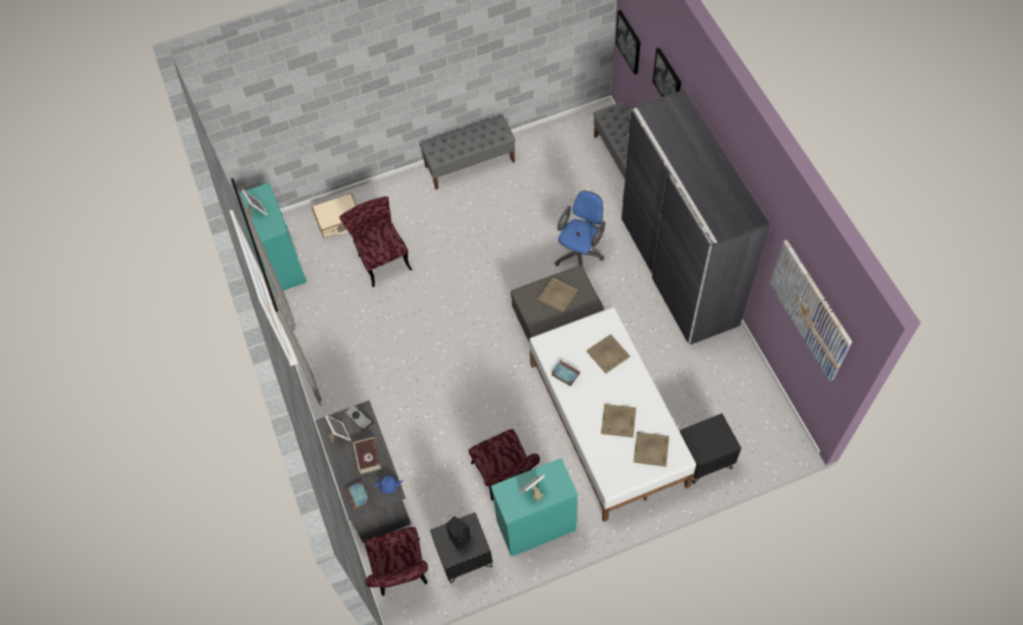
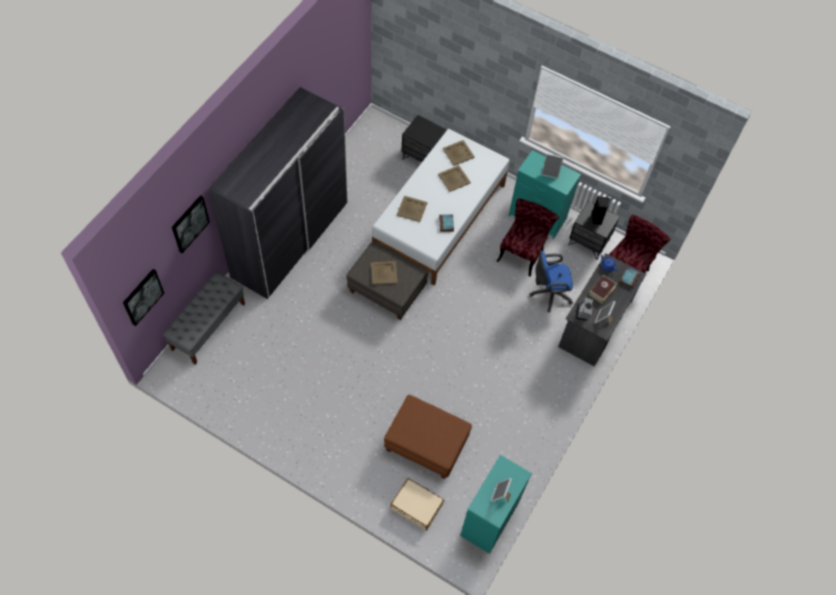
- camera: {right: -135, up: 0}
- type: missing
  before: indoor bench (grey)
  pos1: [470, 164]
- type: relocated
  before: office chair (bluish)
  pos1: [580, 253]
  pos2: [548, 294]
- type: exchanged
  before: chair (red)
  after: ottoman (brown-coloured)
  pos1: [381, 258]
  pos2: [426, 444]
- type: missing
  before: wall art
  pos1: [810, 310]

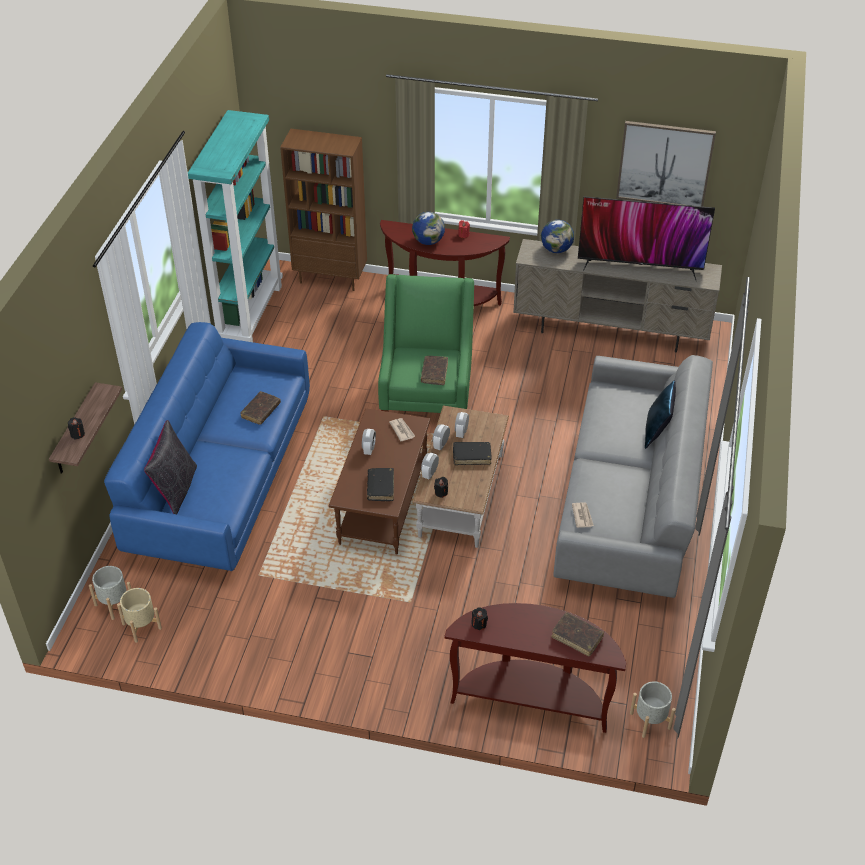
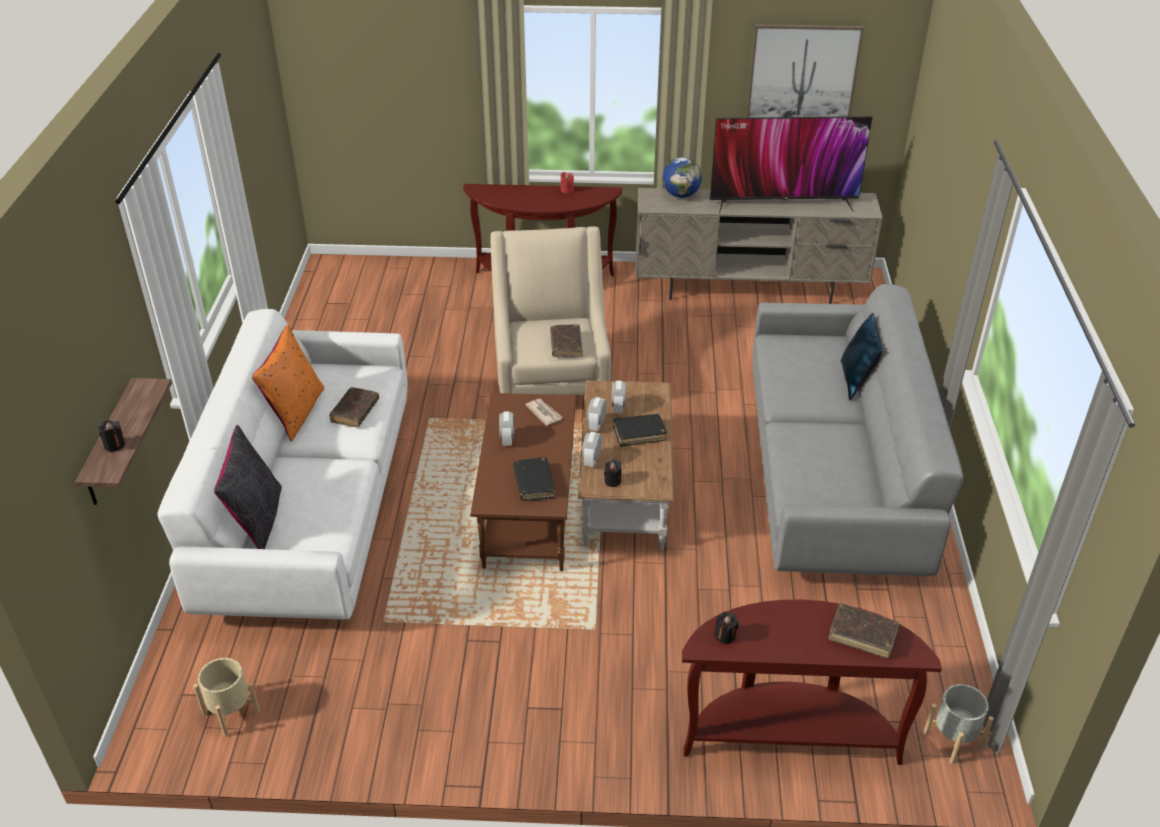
- camera: {right: -10, up: -5}
- type: missing
  before: bookshelf (blue-green)
  pos1: [249, 314]
- type: missing
  before: bookshelf (brown-coloured)
  pos1: [331, 278]
- type: missing
  before: desk globe
  pos1: [428, 241]
- type: colour
  before: easy chair (green-coloured)
  after: easy chair (beige)
  pos1: [427, 394]
  pos2: [551, 379]
- type: colour
  before: couch (bluish)
  after: couch (white-coloured)
  pos1: [220, 479]
  pos2: [309, 507]
- type: missing
  before: printed paper
  pos1: [582, 516]
- type: missing
  before: plant pot (grey)
  pos1: [114, 604]
- type: appeared
  after: cushion (orange)
  pos2: [295, 412]

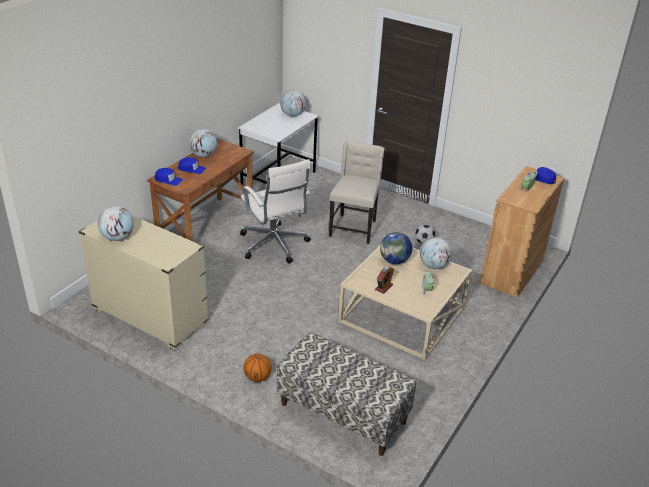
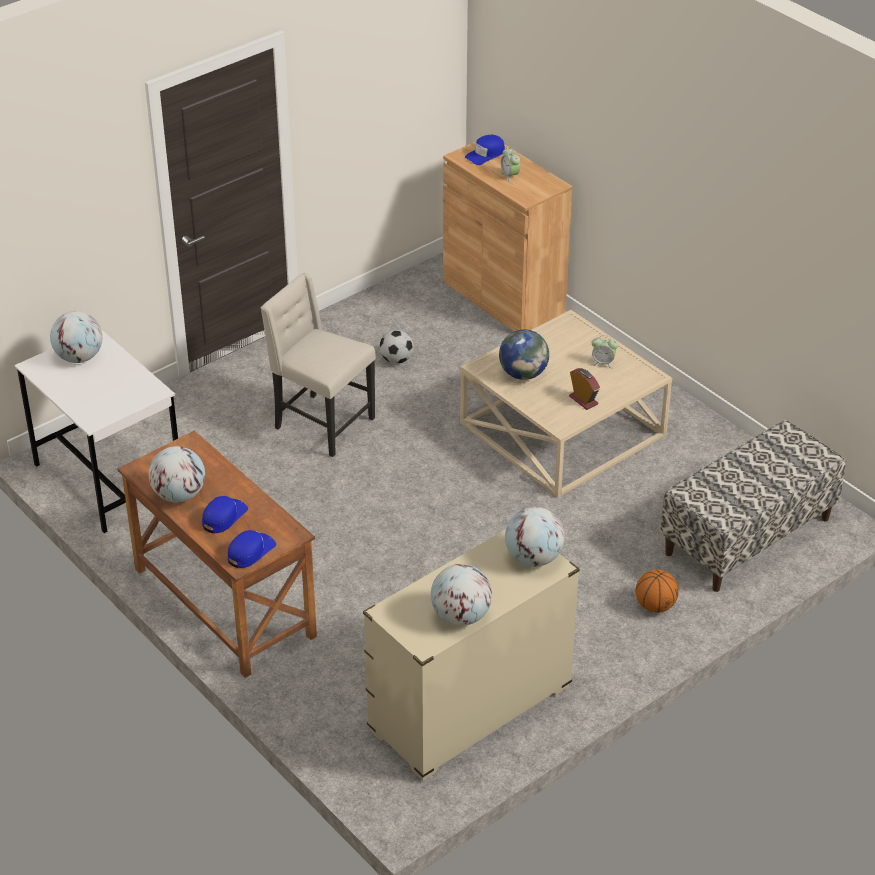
- camera: {right: -70, up: 5}
- type: missing
  before: office chair (white-coloured)
  pos1: [274, 245]
- type: relocated
  before: desk globe
  pos1: [433, 266]
  pos2: [533, 558]

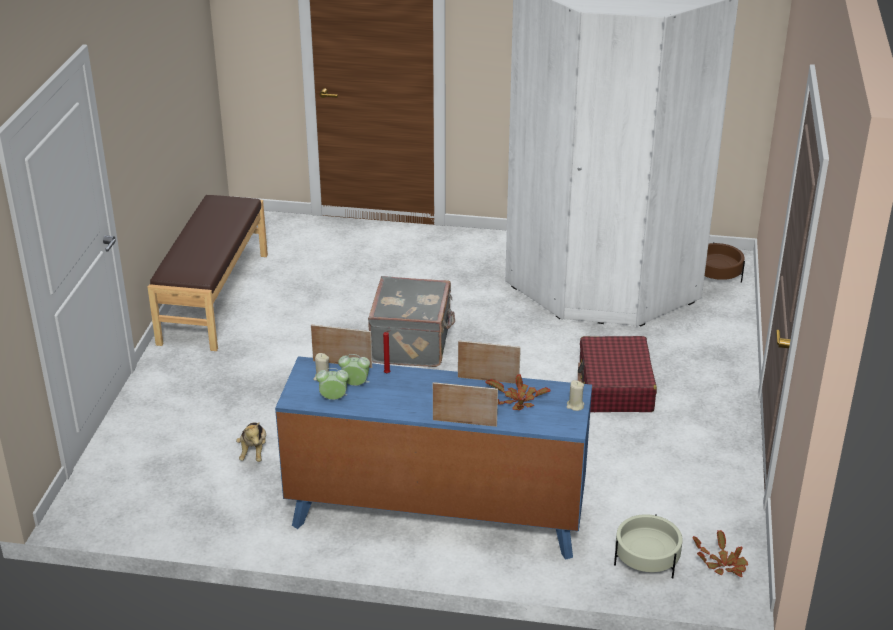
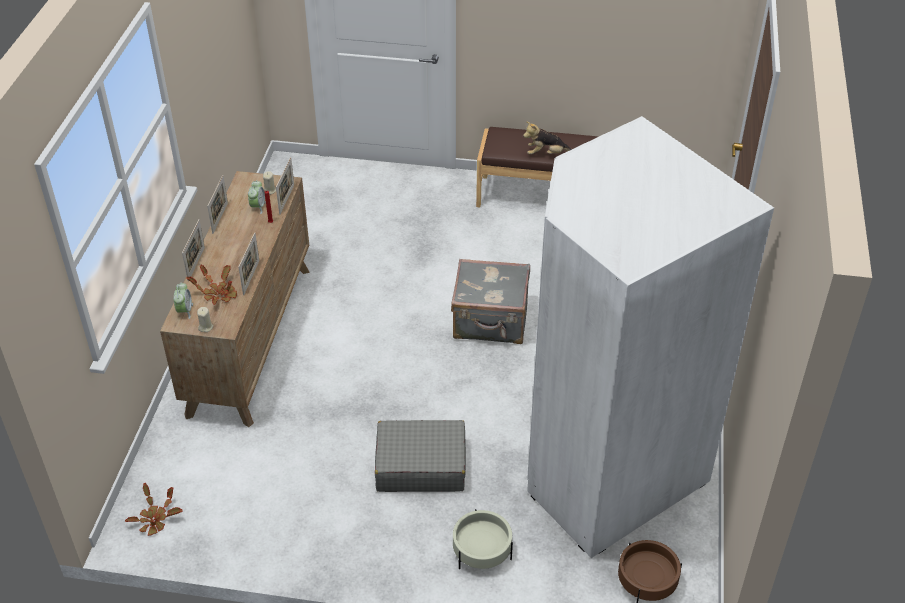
- camera: {right: 90, up: 10}
- type: colour
  before: suitcase (red)
  after: suitcase (grey)
  pos1: [615, 387]
  pos2: [420, 465]
- type: colour
  before: drawer chest (bluish)
  after: drawer chest (brown-coloured)
  pos1: [435, 515]
  pos2: [250, 338]
- type: relocated
  before: bedside clock
  pos1: [333, 398]
  pos2: [184, 311]
- type: relocated
  before: soft toy
  pos1: [253, 452]
  pos2: [546, 154]
- type: relocated
  before: plant pot (beige)
  pos1: [646, 560]
  pos2: [481, 551]
- type: appeared
  after: picture frame
  pos2: [220, 218]

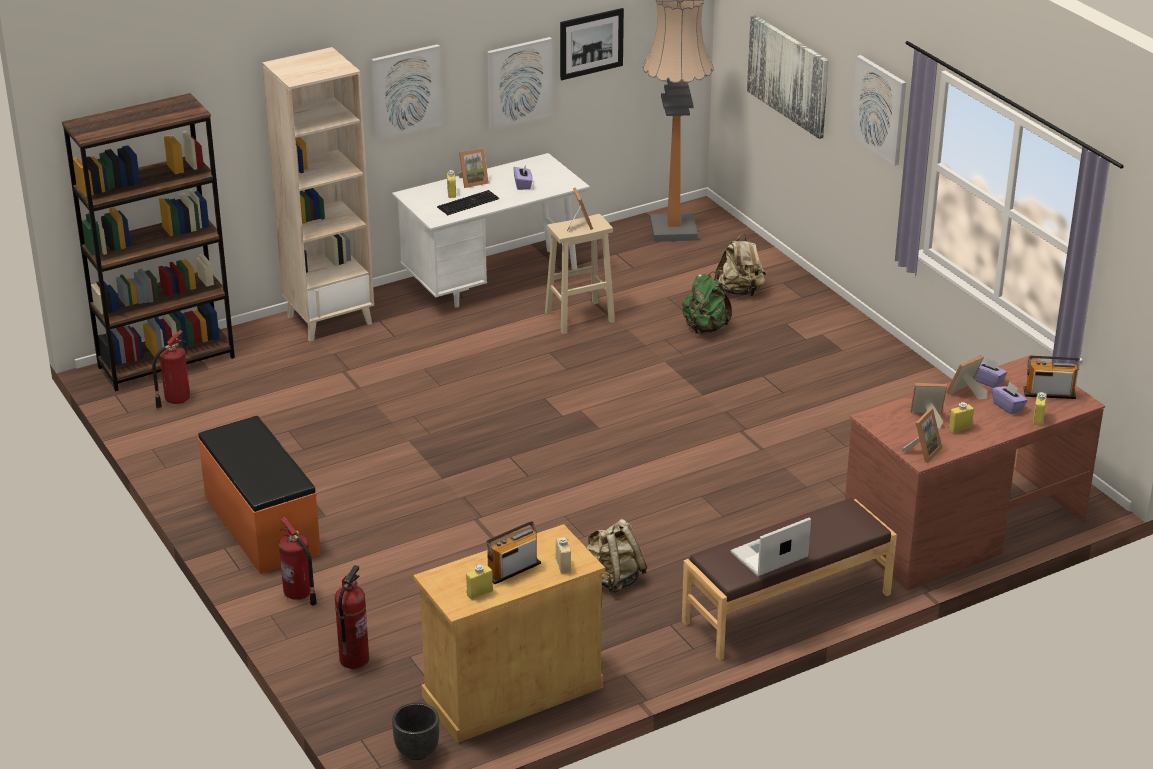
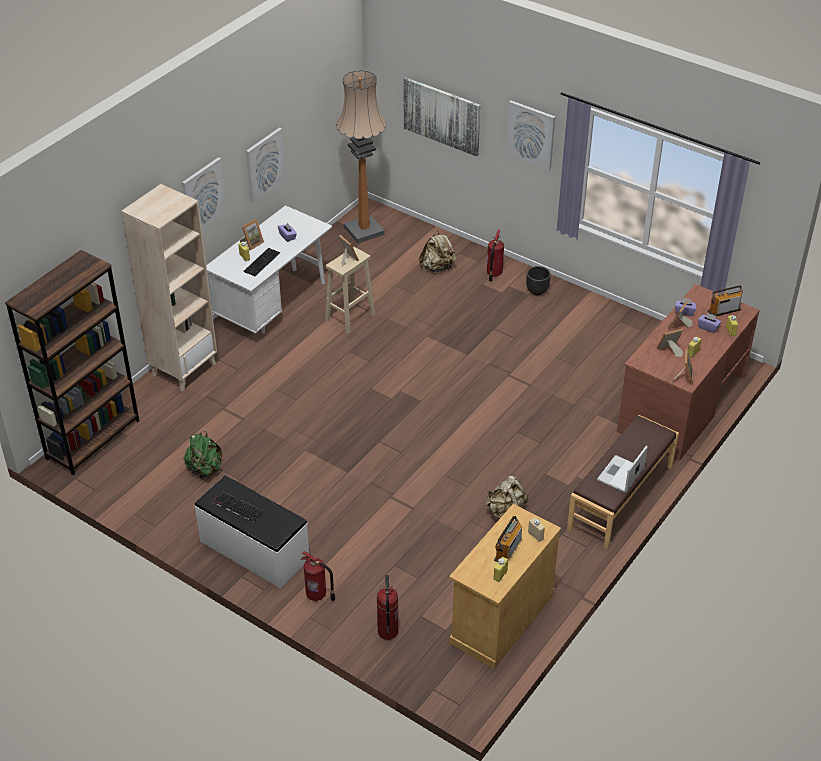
- camera: {right: -25, up: 10}
- type: missing
  before: wall art
  pos1: [591, 43]
- type: relocated
  before: knapsack (green-coloured)
  pos1: [705, 328]
  pos2: [204, 470]
- type: relocated
  before: fire extinguisher
  pos1: [175, 400]
  pos2: [493, 273]
- type: colour
  before: indoor bench (orange)
  after: indoor bench (white-coloured)
  pos1: [260, 526]
  pos2: [254, 550]
- type: relocated
  before: plant pot (black)
  pos1: [417, 751]
  pos2: [537, 291]
- type: appeared
  after: PC keyboard
  pos2: [236, 507]

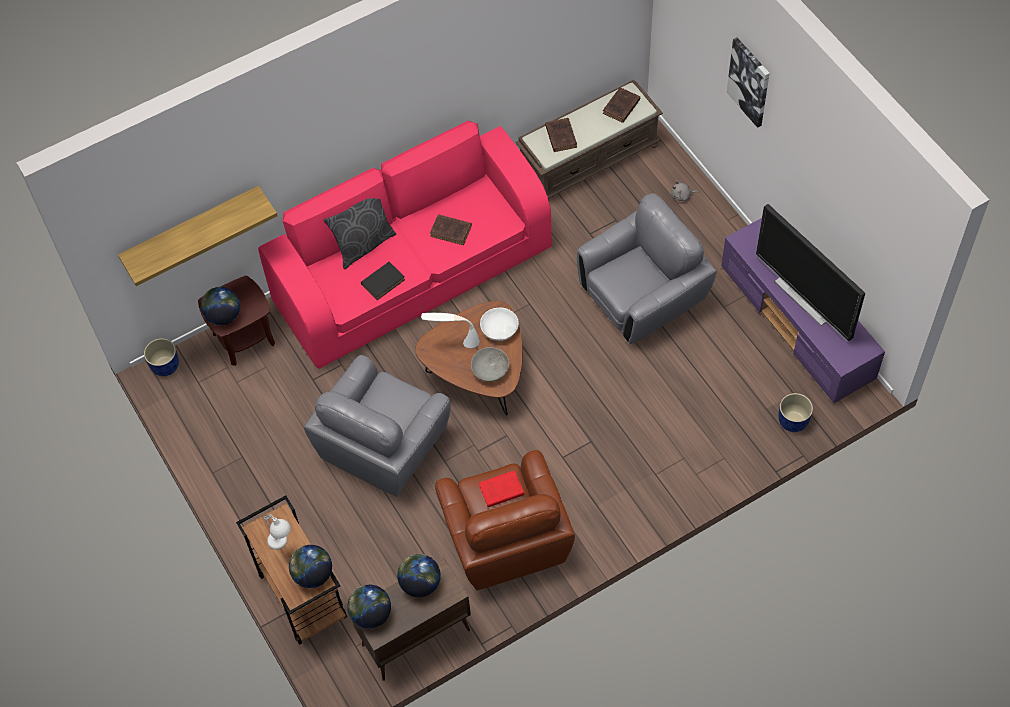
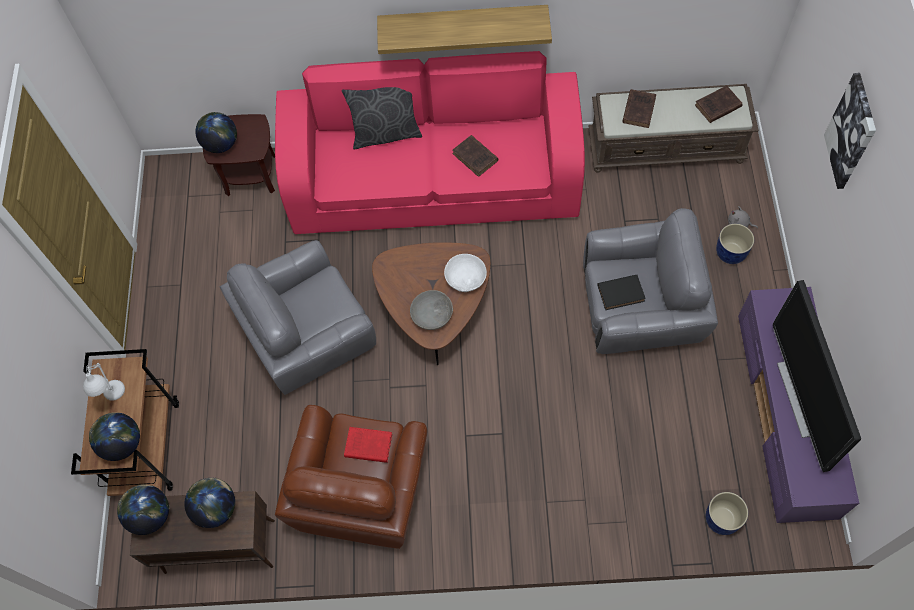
- camera: {right: 30, up: 5}
- type: relocated
  before: wall shelf
  pos1: [192, 228]
  pos2: [463, 22]
- type: relocated
  before: volume (black)
  pos1: [384, 281]
  pos2: [622, 293]
- type: missing
  before: tabletop lamp (white-coloured)
  pos1: [452, 344]
- type: relocated
  before: plant pot (bluish)
  pos1: [164, 366]
  pos2: [730, 252]

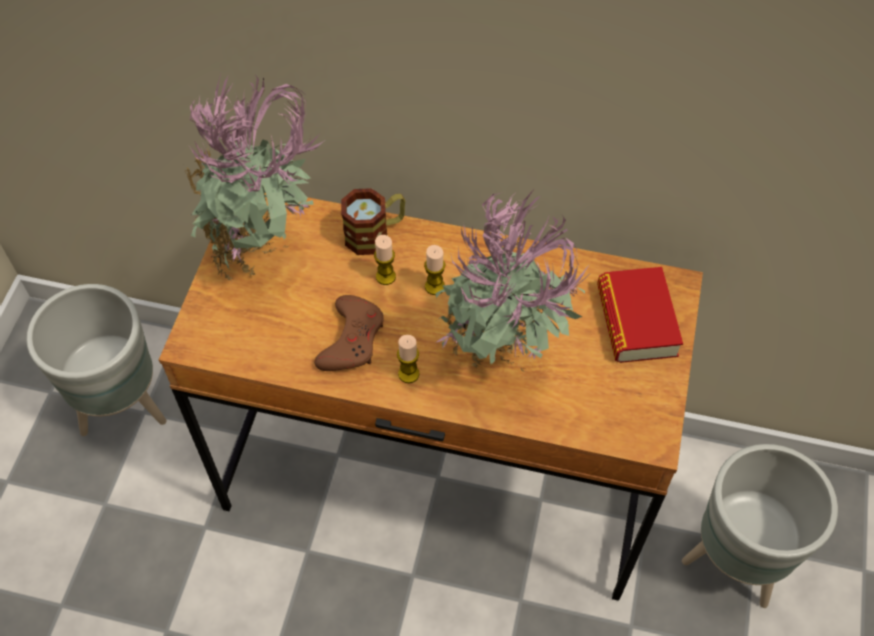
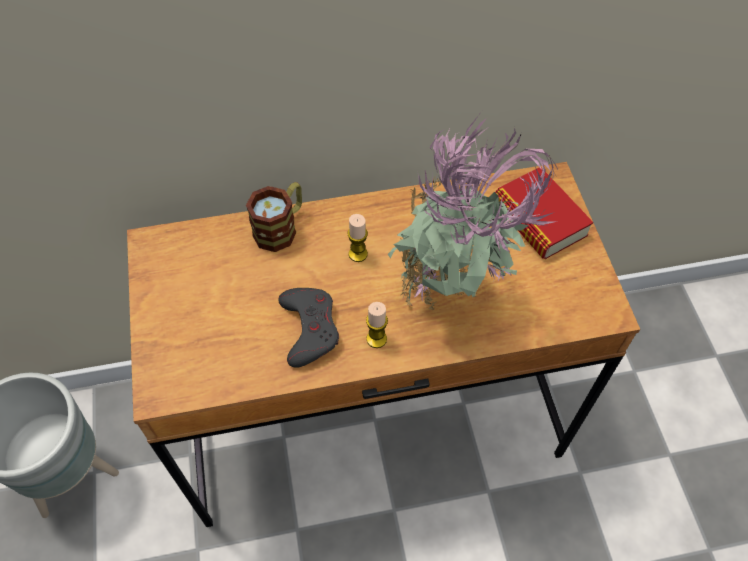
- camera: {right: -25, up: 0}
- type: missing
  before: potted plant
  pos1: [265, 255]
- type: missing
  before: wax candle
  pos1: [385, 276]
- type: colour
  before: joypad (brown-coloured)
  after: joypad (grey)
  pos1: [352, 339]
  pos2: [309, 328]
- type: missing
  before: plant pot (grey)
  pos1: [735, 562]

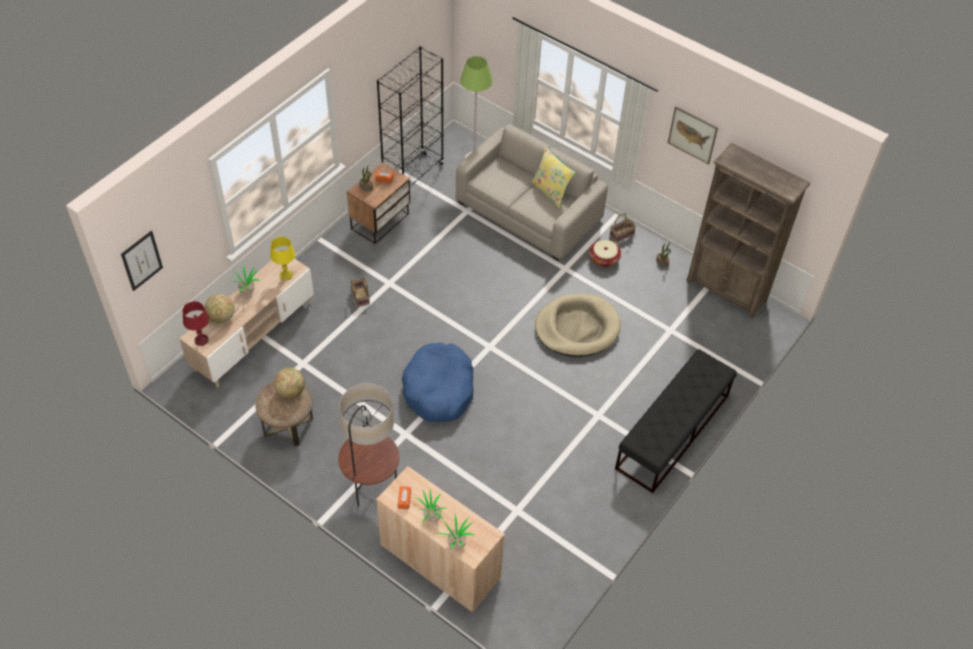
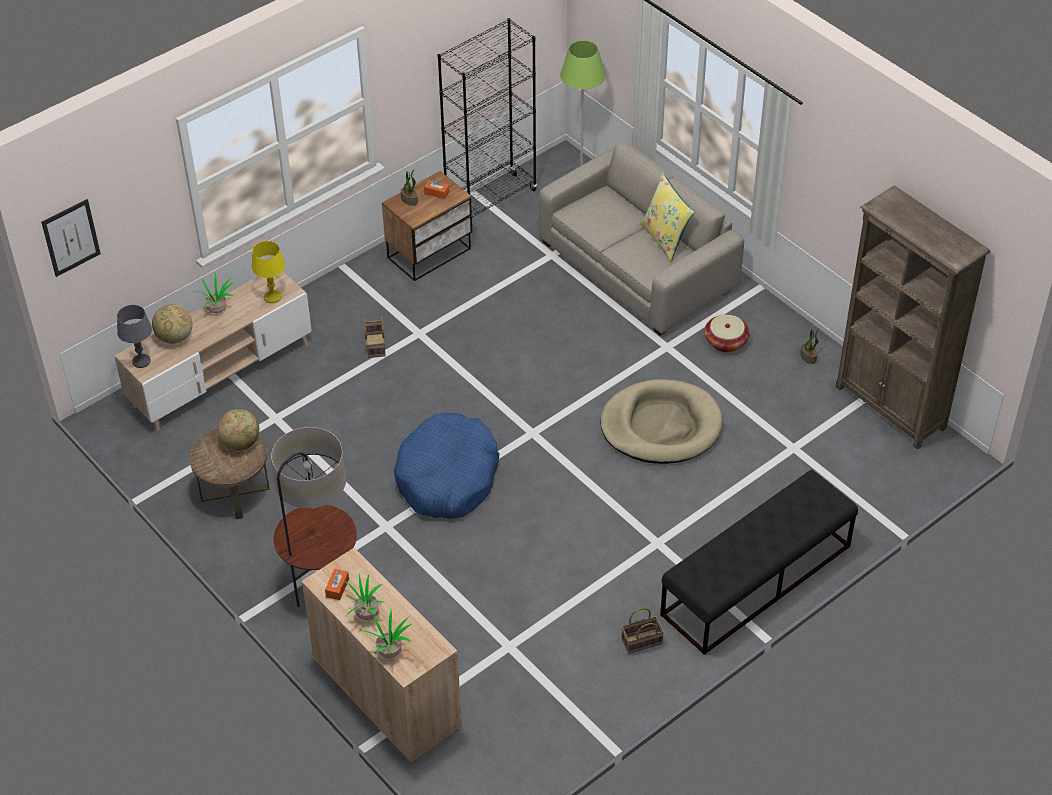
- camera: {right: 15, up: -5}
- type: missing
  before: wall art
  pos1: [692, 135]
- type: relocated
  before: basket
  pos1: [621, 235]
  pos2: [641, 642]
- type: colour
  before: tabletop lamp (red)
  after: tabletop lamp (grey)
  pos1: [201, 340]
  pos2: [141, 361]

